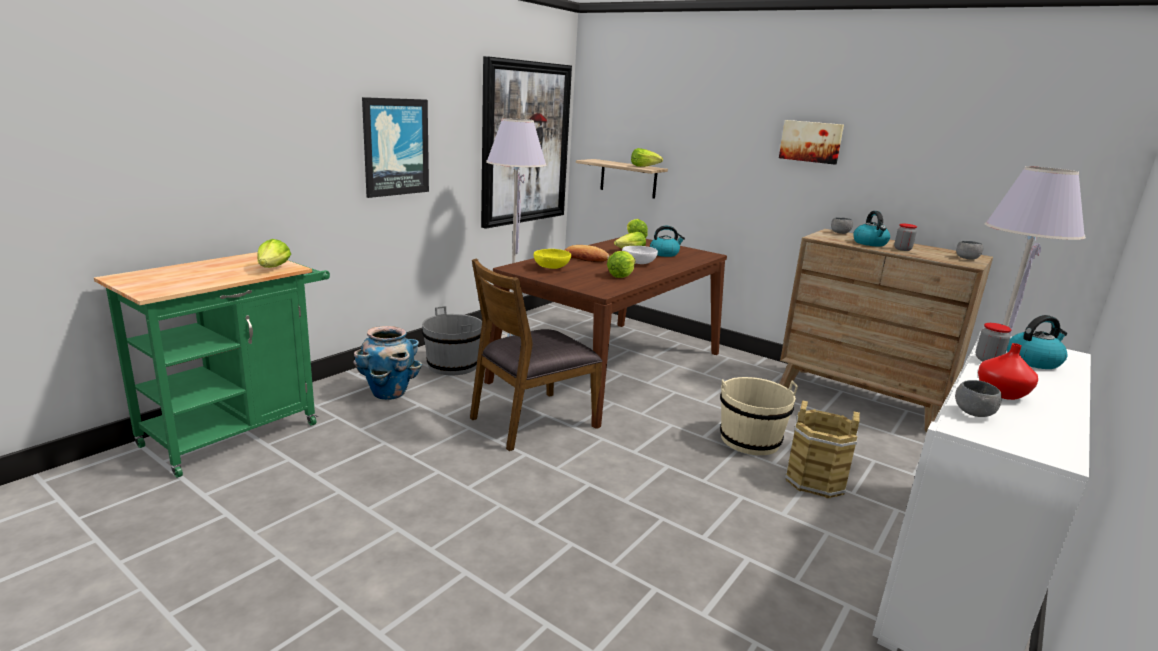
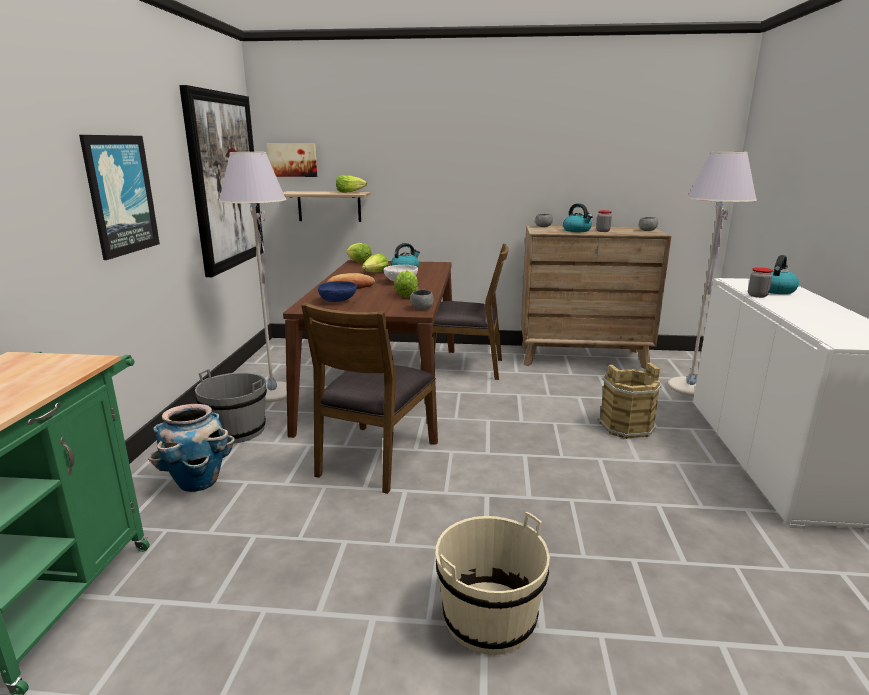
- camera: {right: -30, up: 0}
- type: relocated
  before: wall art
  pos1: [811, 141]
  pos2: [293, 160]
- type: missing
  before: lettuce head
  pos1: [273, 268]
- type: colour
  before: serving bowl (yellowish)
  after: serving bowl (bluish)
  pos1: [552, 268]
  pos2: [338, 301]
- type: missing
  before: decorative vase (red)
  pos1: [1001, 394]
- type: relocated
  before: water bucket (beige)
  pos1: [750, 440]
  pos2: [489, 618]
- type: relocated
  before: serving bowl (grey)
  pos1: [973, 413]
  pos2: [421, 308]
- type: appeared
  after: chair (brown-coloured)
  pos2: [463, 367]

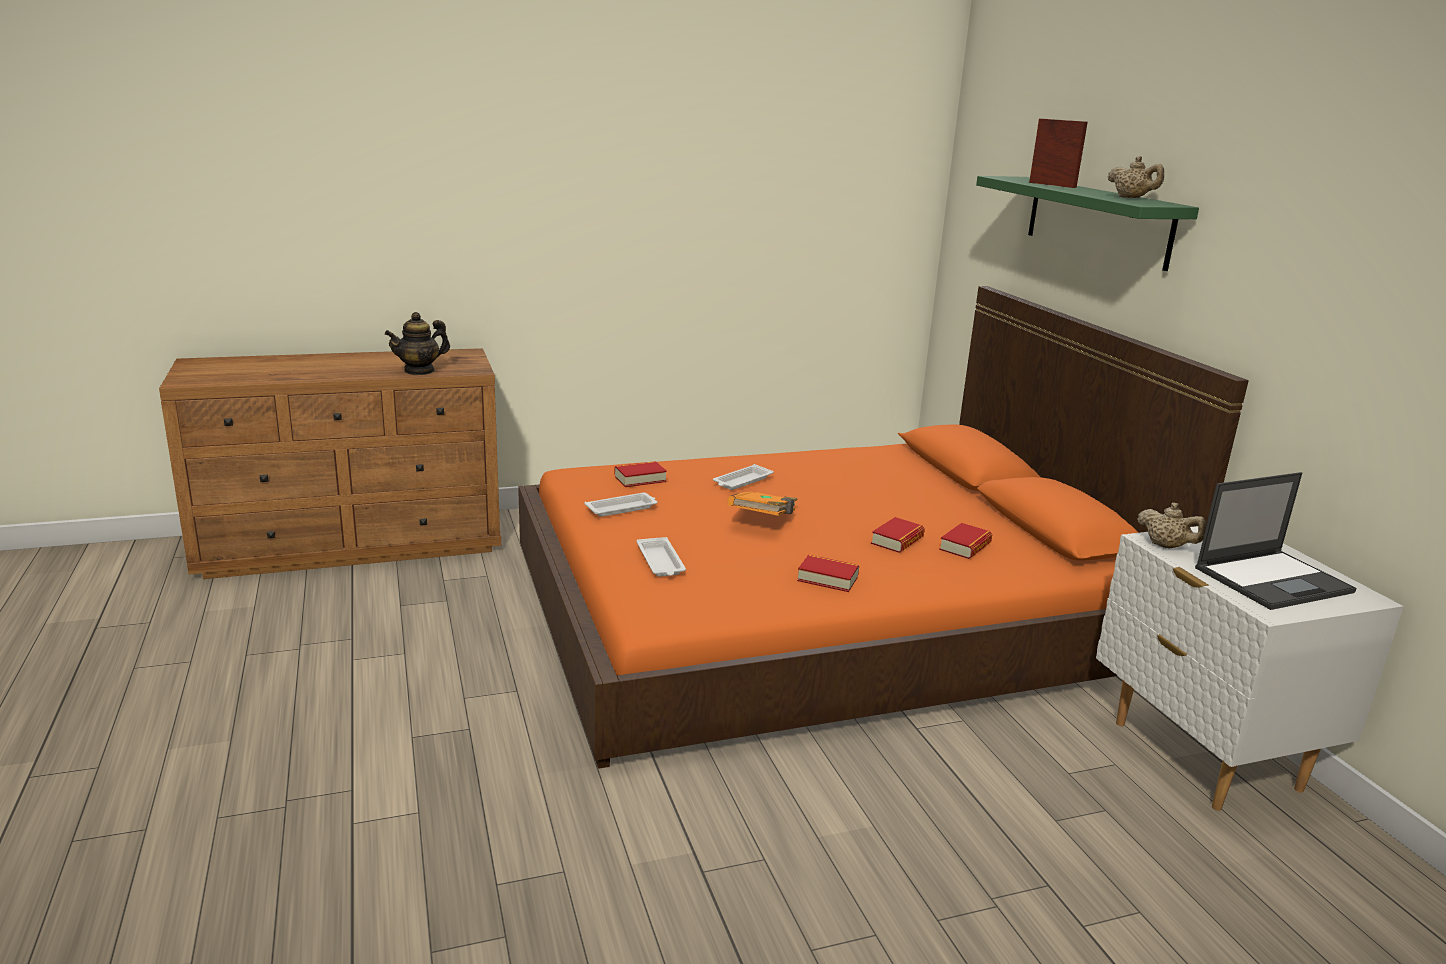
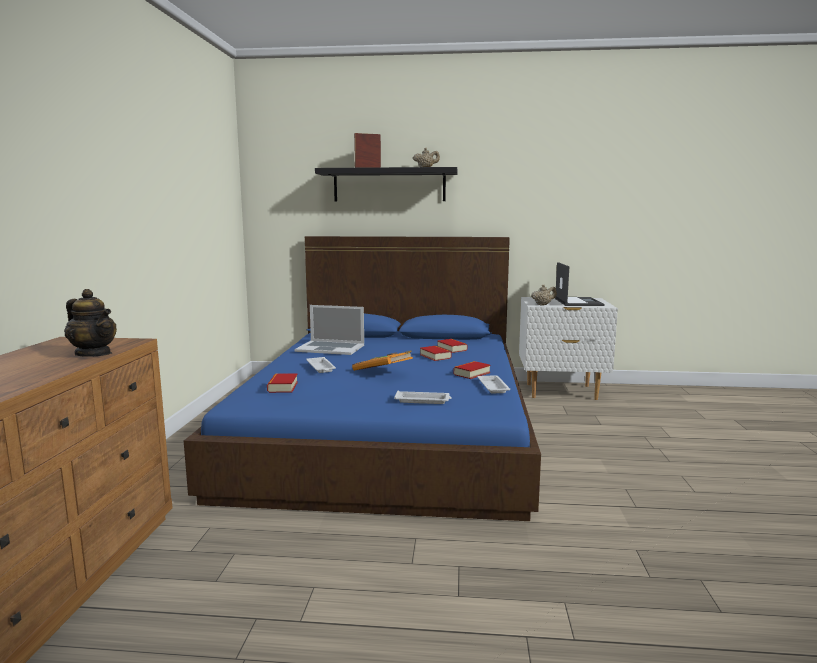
- camera: {right: -65, up: -10}
- type: colour
  before: wall shelf (green-coloured)
  after: wall shelf (black)
  pos1: [1097, 221]
  pos2: [389, 185]
- type: colour
  before: bedroom bed (orange)
  after: bedroom bed (bluish)
  pos1: [822, 611]
  pos2: [389, 426]
- type: spun
  before: teapot
  pos1: [419, 371]
  pos2: [94, 354]
  turn: -45
- type: relocated
  before: tray (white-coloured)
  pos1: [622, 508]
  pos2: [492, 387]
- type: appeared
  after: portable computer
  pos2: [330, 348]

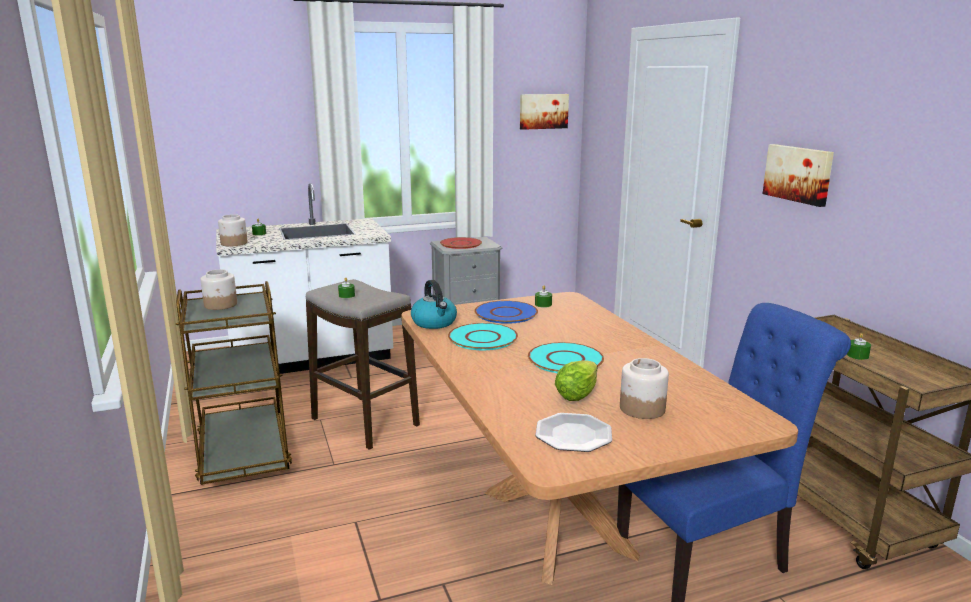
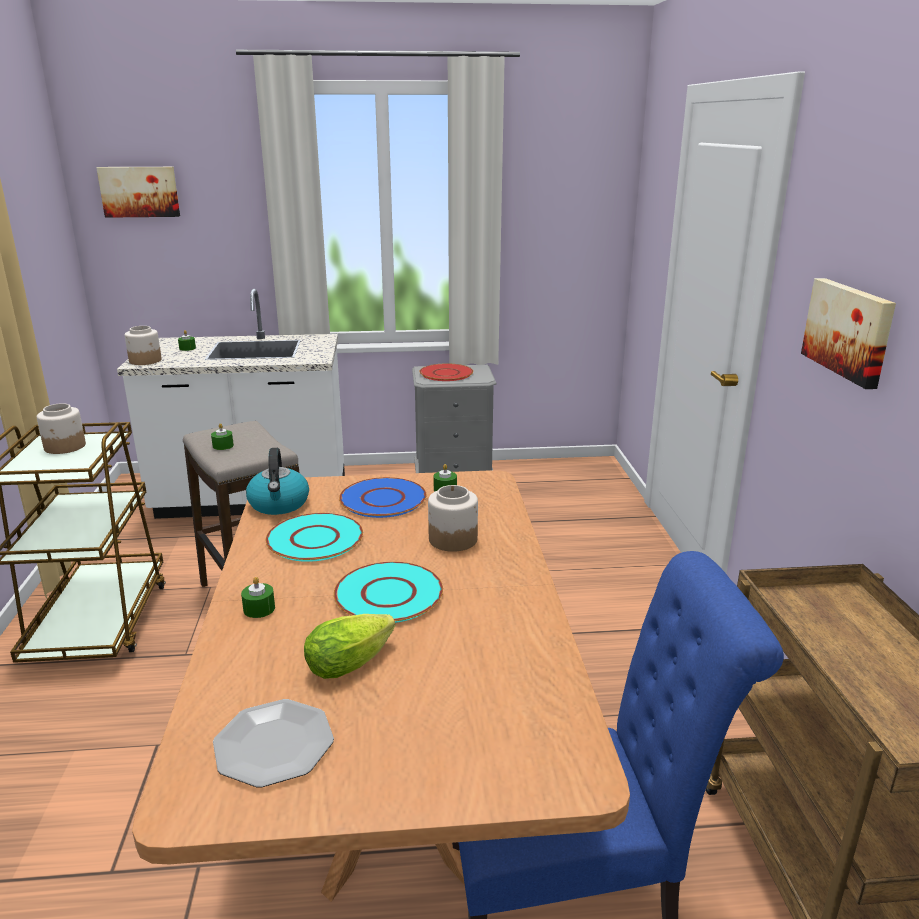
- camera: {right: 15, up: 5}
- type: relocated
  before: wall art
  pos1: [543, 111]
  pos2: [140, 191]
- type: relocated
  before: wax candle (green-coloured)
  pos1: [857, 355]
  pos2: [259, 609]
- type: relocated
  before: storage jar
  pos1: [641, 408]
  pos2: [453, 539]

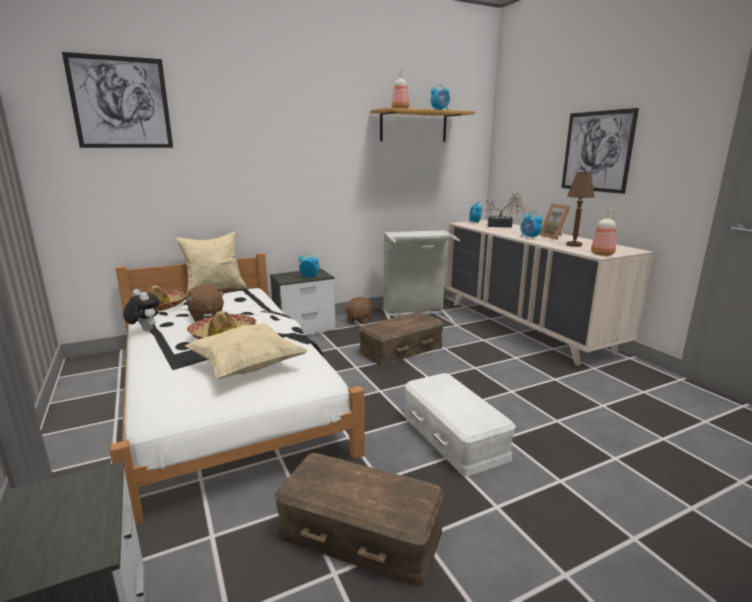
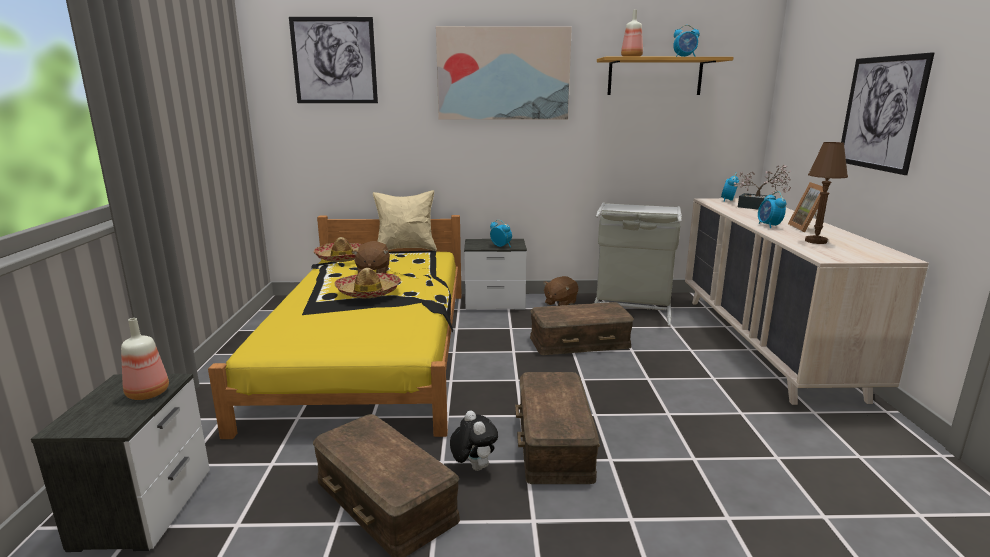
- camera: {right: 25, up: 0}
- type: relocated
  before: beverage bottle
  pos1: [603, 254]
  pos2: [149, 394]
- type: colour
  before: bedroom bed (white-coloured)
  after: bedroom bed (yellowish)
  pos1: [223, 392]
  pos2: [371, 349]
- type: relocated
  before: soft toy
  pos1: [144, 330]
  pos2: [473, 467]
- type: missing
  before: cushion (beige)
  pos1: [247, 367]
- type: colour
  before: storage container (white-coloured)
  after: storage container (brown-coloured)
  pos1: [455, 435]
  pos2: [555, 442]
- type: appeared
  after: wall art
  pos2: [503, 74]

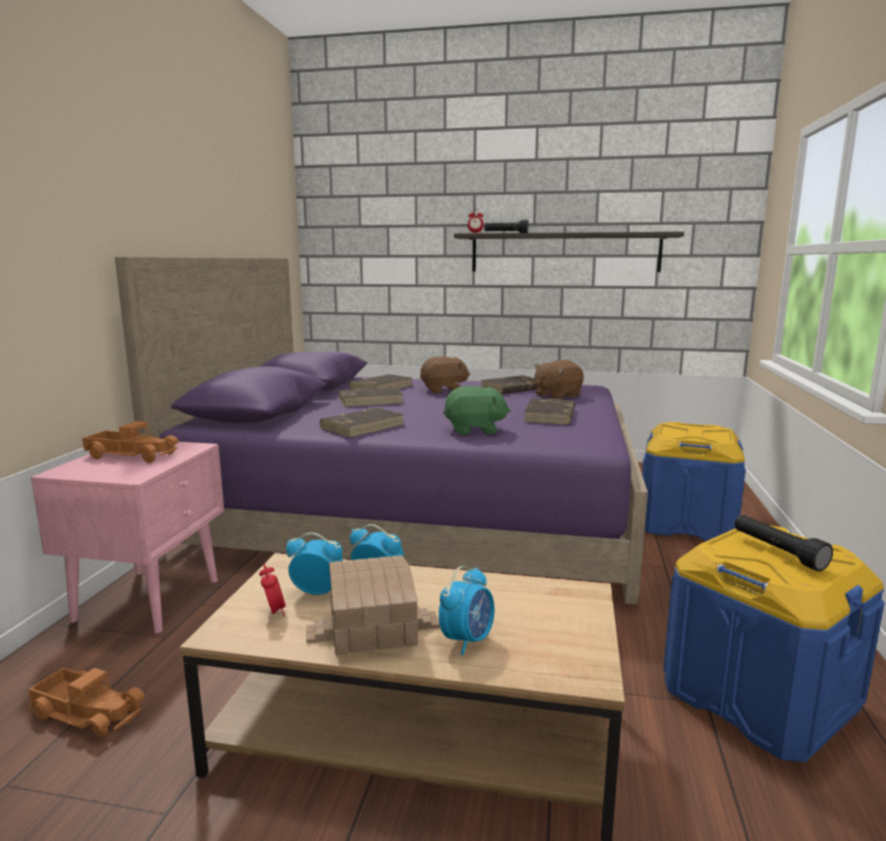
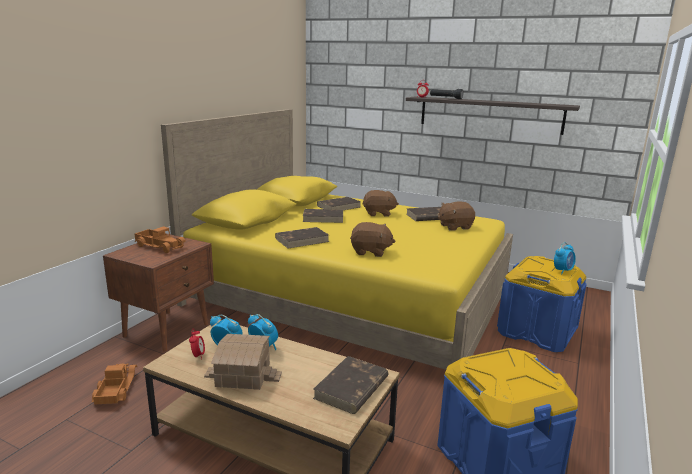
- camera: {right: 15, up: 5}
- type: colour
  before: bedroom bed (purplish)
  after: bedroom bed (yellowish)
  pos1: [418, 512]
  pos2: [350, 296]
- type: colour
  before: soft toy (green-coloured)
  after: soft toy (brown-coloured)
  pos1: [474, 430]
  pos2: [370, 252]
- type: relocated
  before: volume (brown-coloured)
  pos1: [549, 416]
  pos2: [351, 388]
- type: colour
  before: bedside table (pink)
  after: bedside table (brown-coloured)
  pos1: [150, 598]
  pos2: [168, 330]
- type: missing
  before: torch (black)
  pos1: [777, 551]
- type: relocated
  before: bedside clock
  pos1: [467, 640]
  pos2: [563, 271]
- type: spun
  before: model truck
  pos1: [89, 711]
  pos2: [115, 389]
  turn: -135

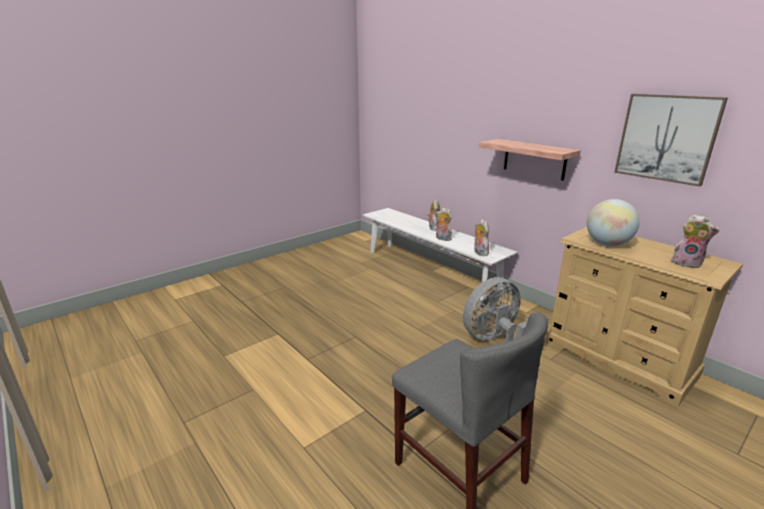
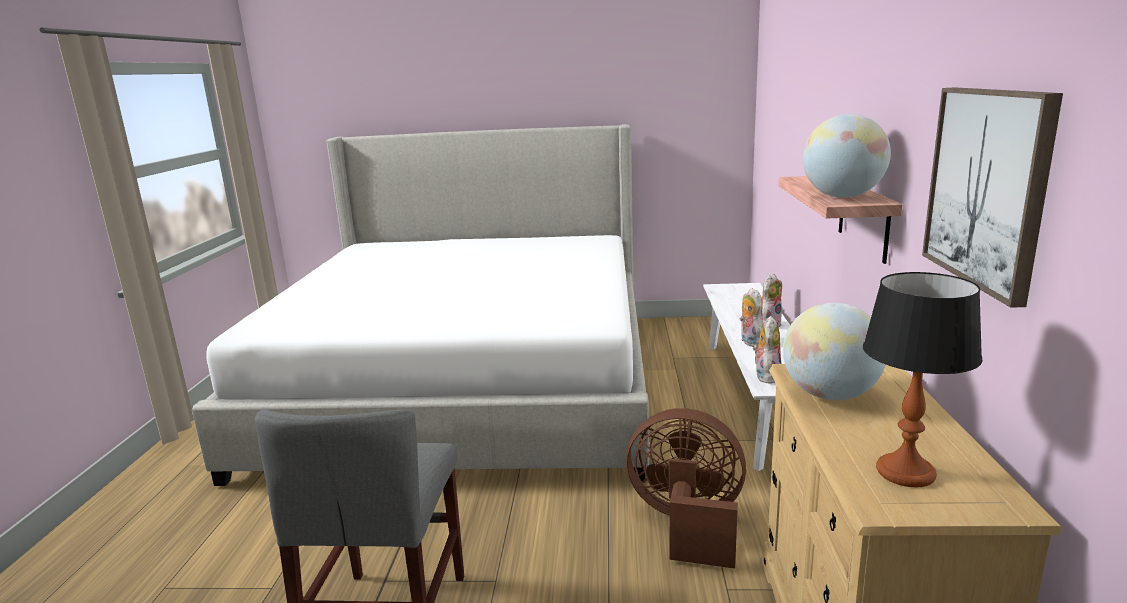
- camera: {right: 45, up: -5}
- type: exchanged
  before: soft toy
  after: tabletop lamp
  pos1: [687, 263]
  pos2: [904, 472]
- type: colour
  before: cooling fan (grey)
  after: cooling fan (brown-coloured)
  pos1: [496, 341]
  pos2: [687, 524]
- type: appeared
  after: desk globe
  pos2: [842, 197]
- type: appeared
  after: bedroom bed
  pos2: [469, 384]

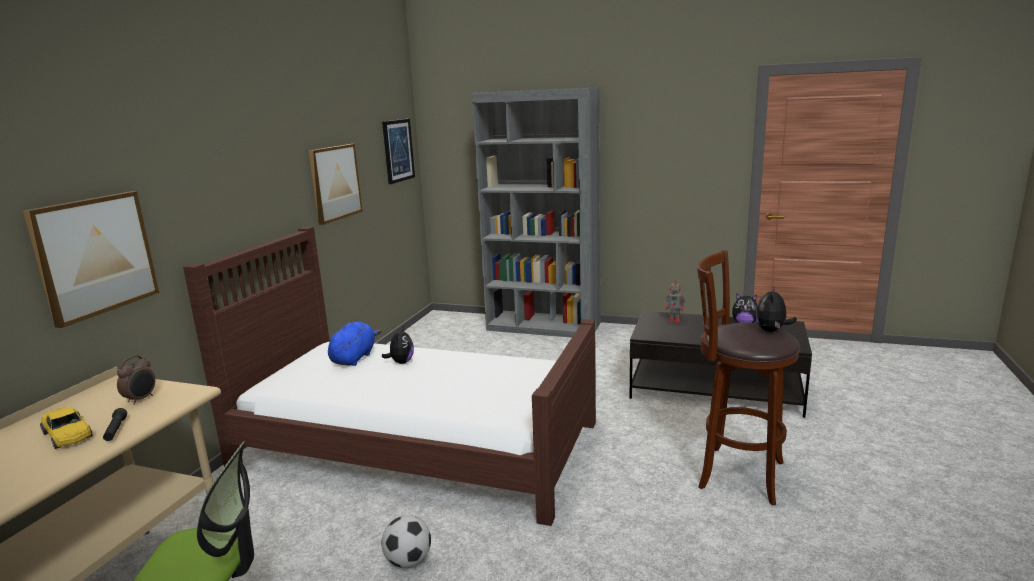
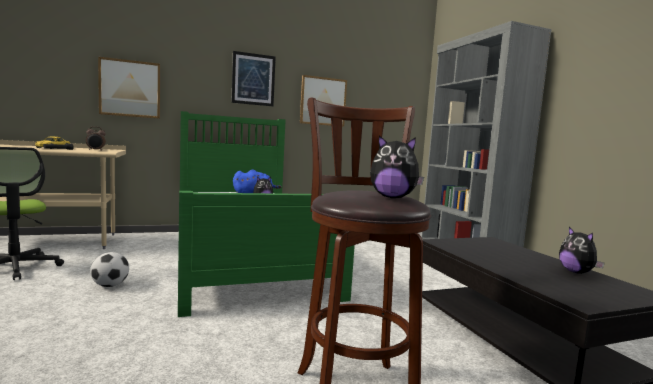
- camera: {right: 50, up: -10}
- type: relocated
  before: wall art
  pos1: [398, 150]
  pos2: [253, 79]
- type: colour
  before: bedroom bed (brown-coloured)
  after: bedroom bed (green-coloured)
  pos1: [415, 443]
  pos2: [245, 258]
- type: missing
  before: model robot
  pos1: [675, 320]
- type: spun
  before: soft toy
  pos1: [772, 331]
  pos2: [392, 197]
  turn: -150

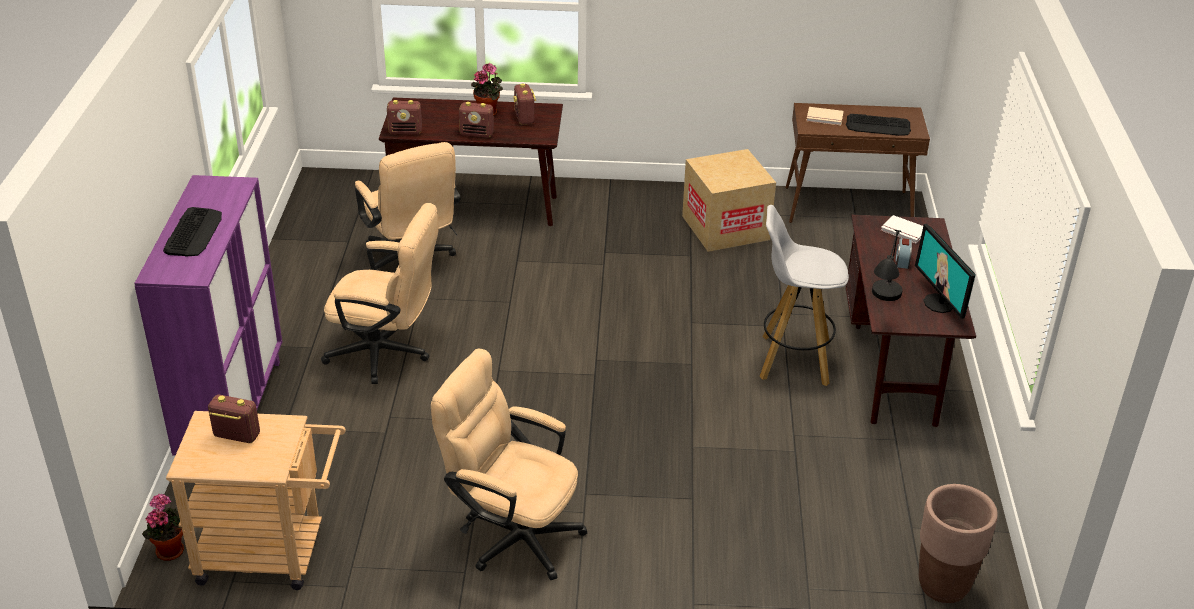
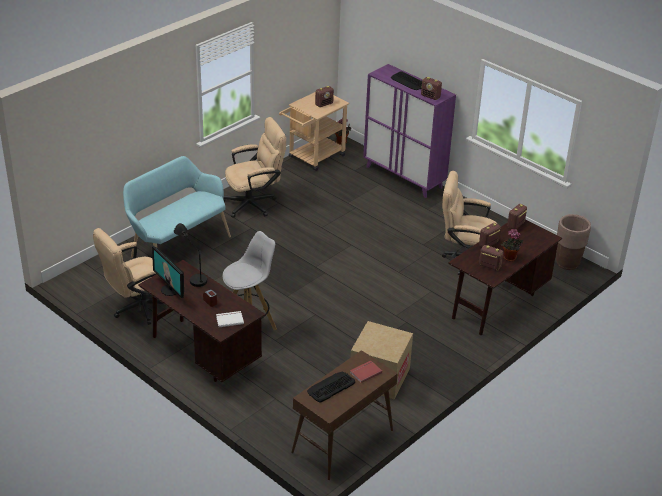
- camera: {right: 130, up: 0}
- type: colour
  before: volume (beige)
  after: volume (red)
  pos1: [824, 118]
  pos2: [365, 372]
- type: relocated
  before: office chair (beige)
  pos1: [387, 354]
  pos2: [137, 308]
- type: spun
  before: monitor
  pos1: [939, 303]
  pos2: [170, 290]
  turn: -150
- type: relocated
  before: plant pot (brown-coloured)
  pos1: [943, 586]
  pos2: [567, 263]
- type: appeared
  after: radio receiver
  pos2: [430, 97]
- type: appeared
  after: indoor bench (blue-green)
  pos2: [177, 246]

